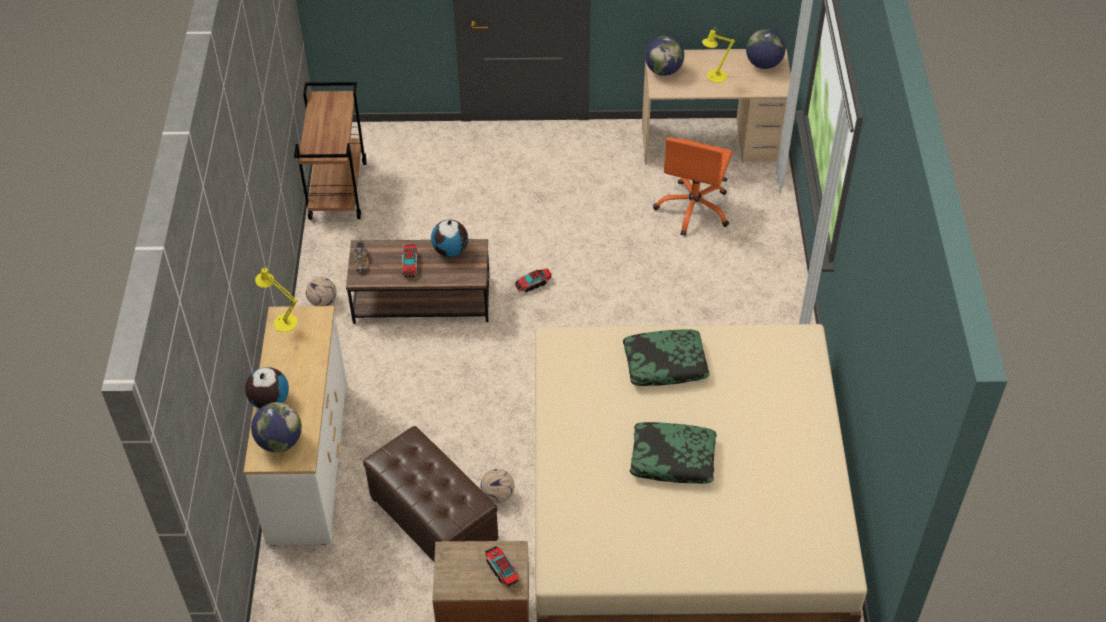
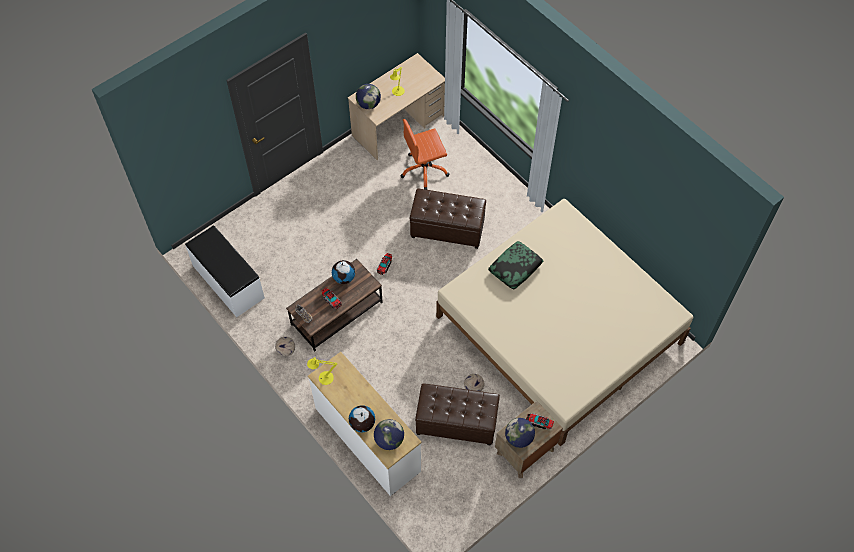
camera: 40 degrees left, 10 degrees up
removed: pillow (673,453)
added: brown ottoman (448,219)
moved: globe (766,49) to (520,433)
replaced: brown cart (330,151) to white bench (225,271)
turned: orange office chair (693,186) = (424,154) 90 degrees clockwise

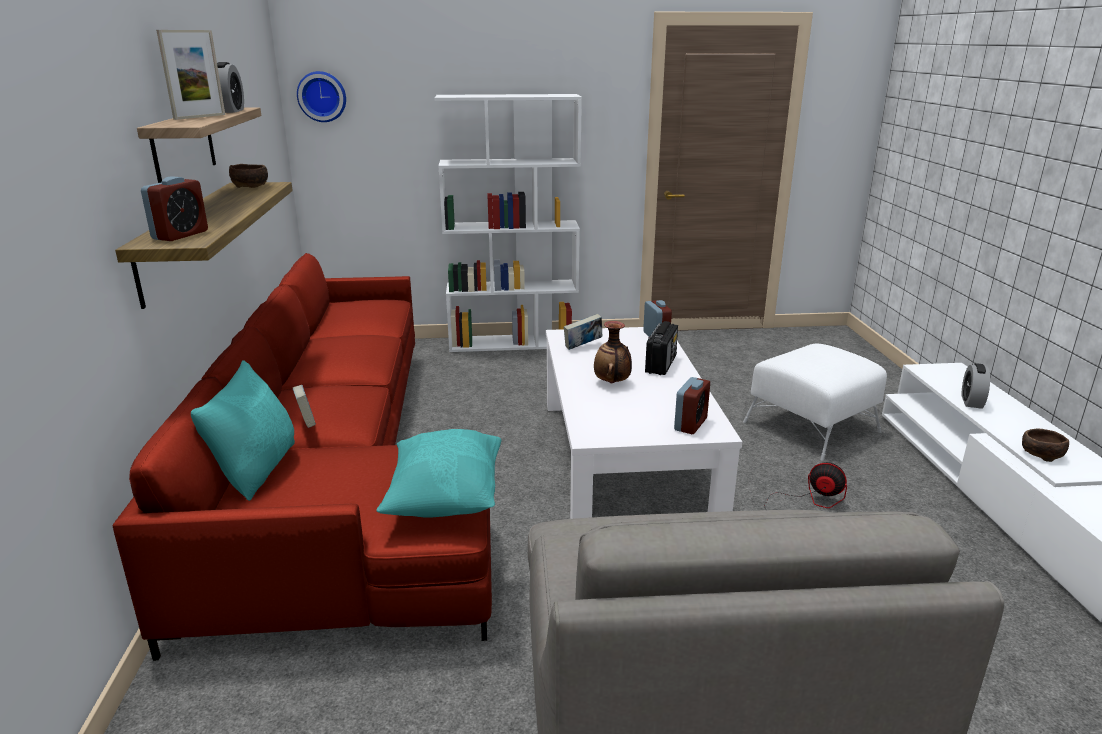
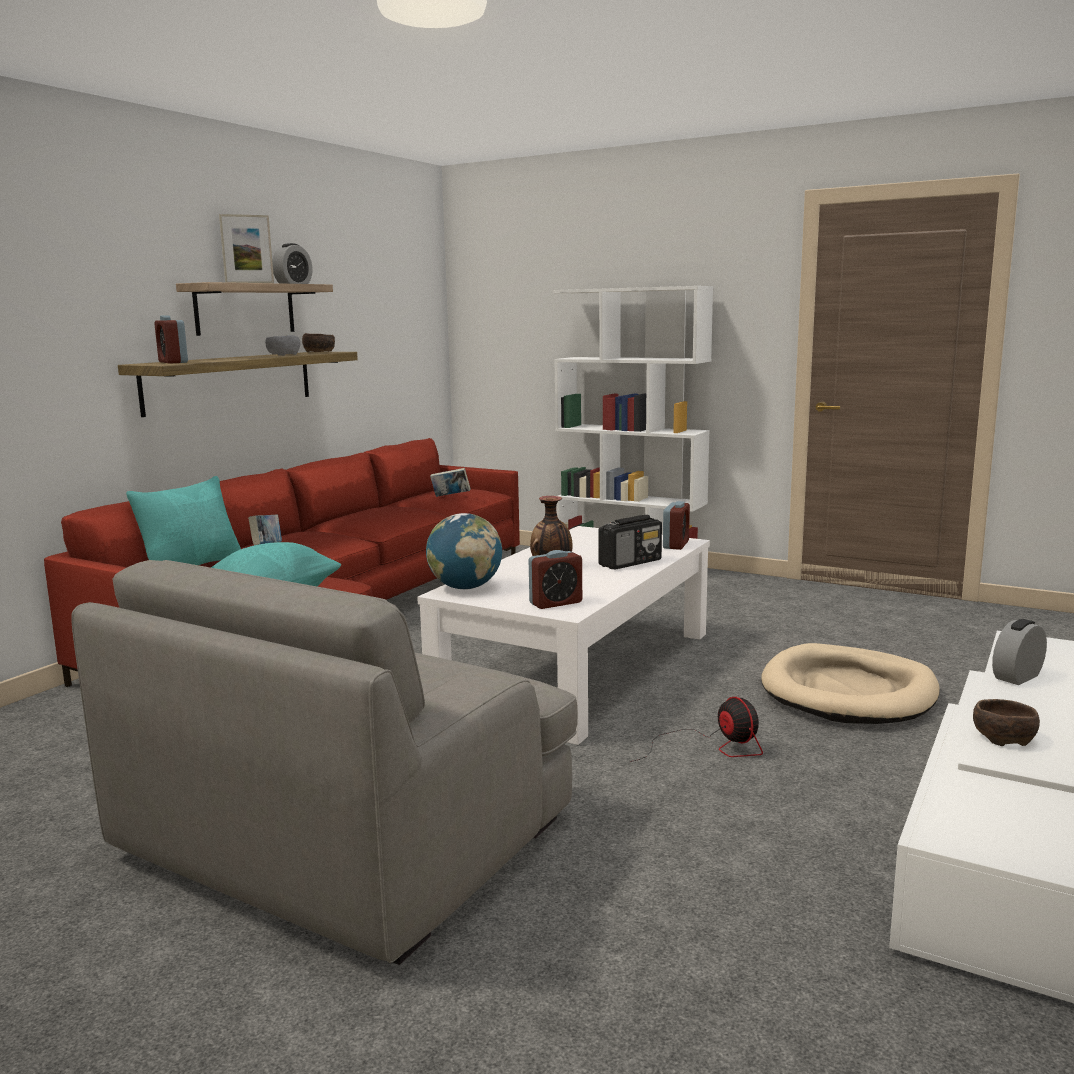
camera: 35 degrees right, 10 degrees down
removed: wall clock (321,96)
added: grey bowl (282,345); globe (464,551)
moved: book (583,332) to (450,482)
replaced: white ottoman (815,402) to beige dog bed (850,683)
turned: alarm clock (174,209) = (171,339) 90 degrees clockwise

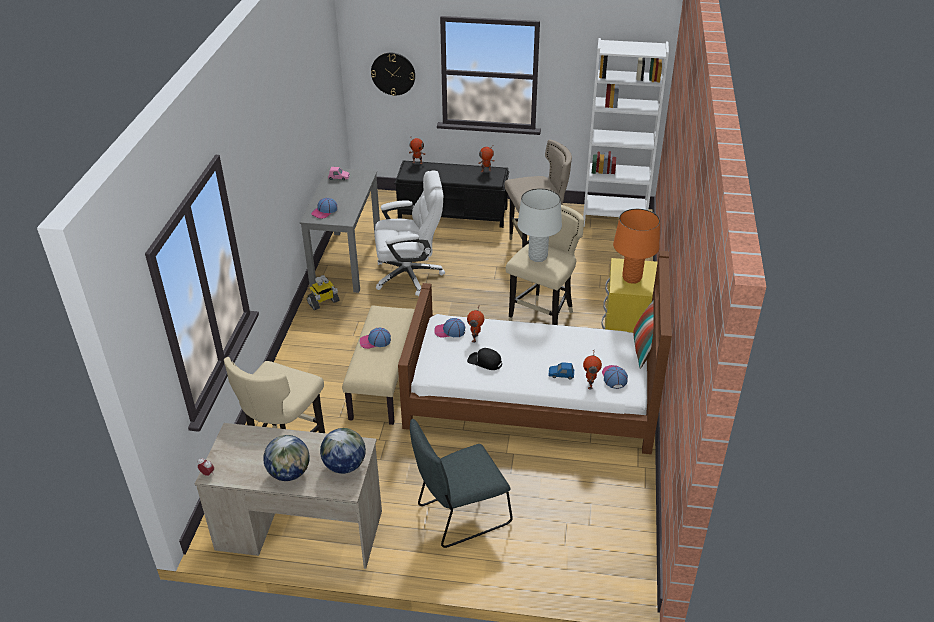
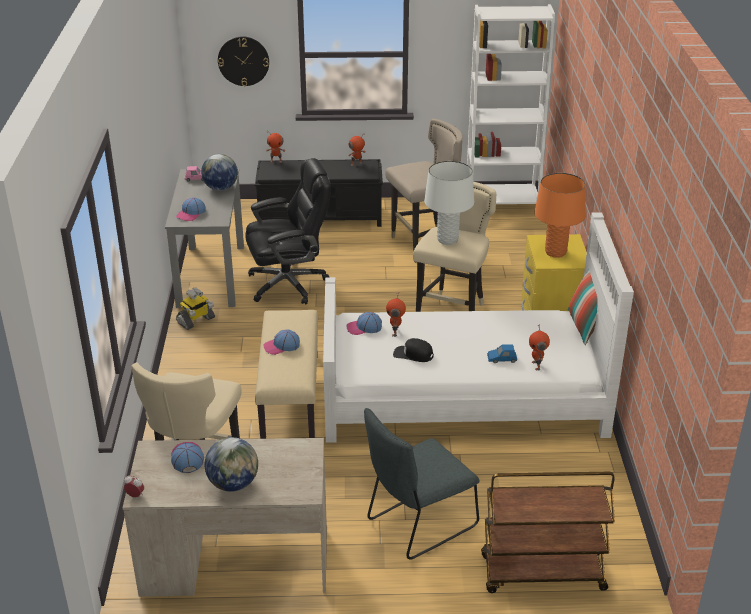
camera: 10 degrees left, 5 degrees down
added: brown cart (548,532)
moved: cap (615,377) to (187,457); globe (343,451) to (219,172)
recoloured: white office chair (409,233) to black office chair (288,231); brown bed (535,352) to white bed (478,328)

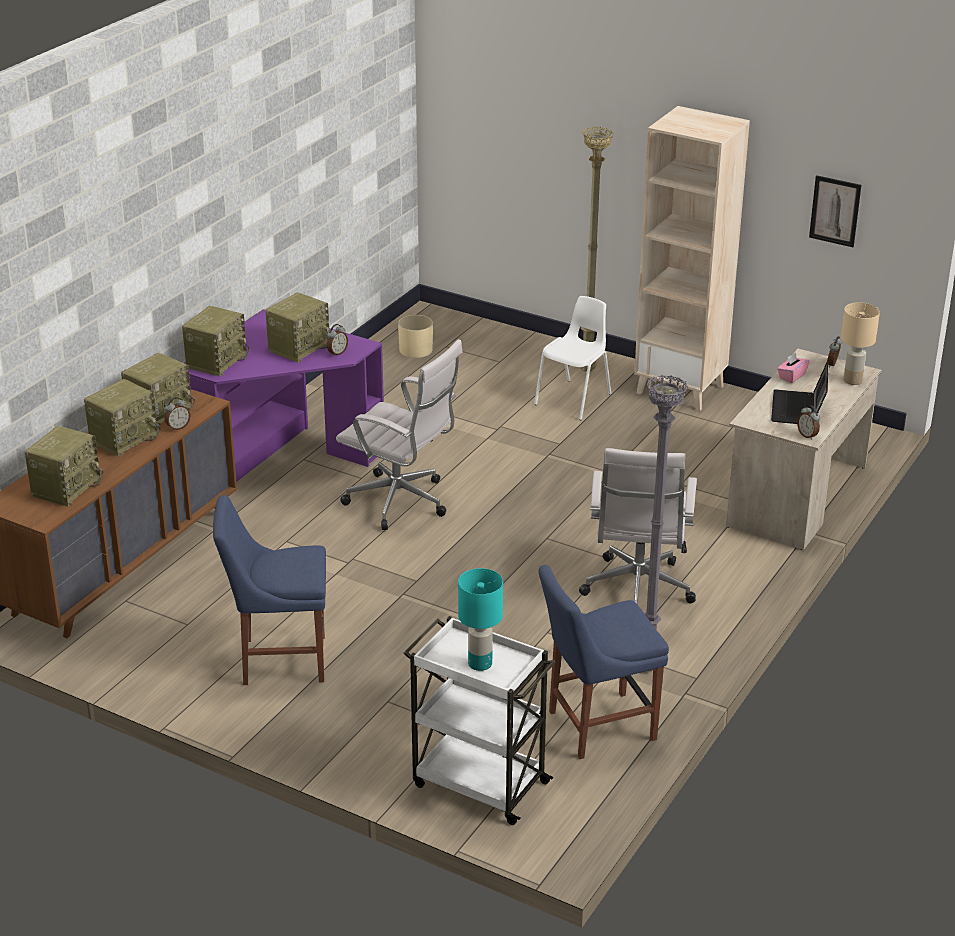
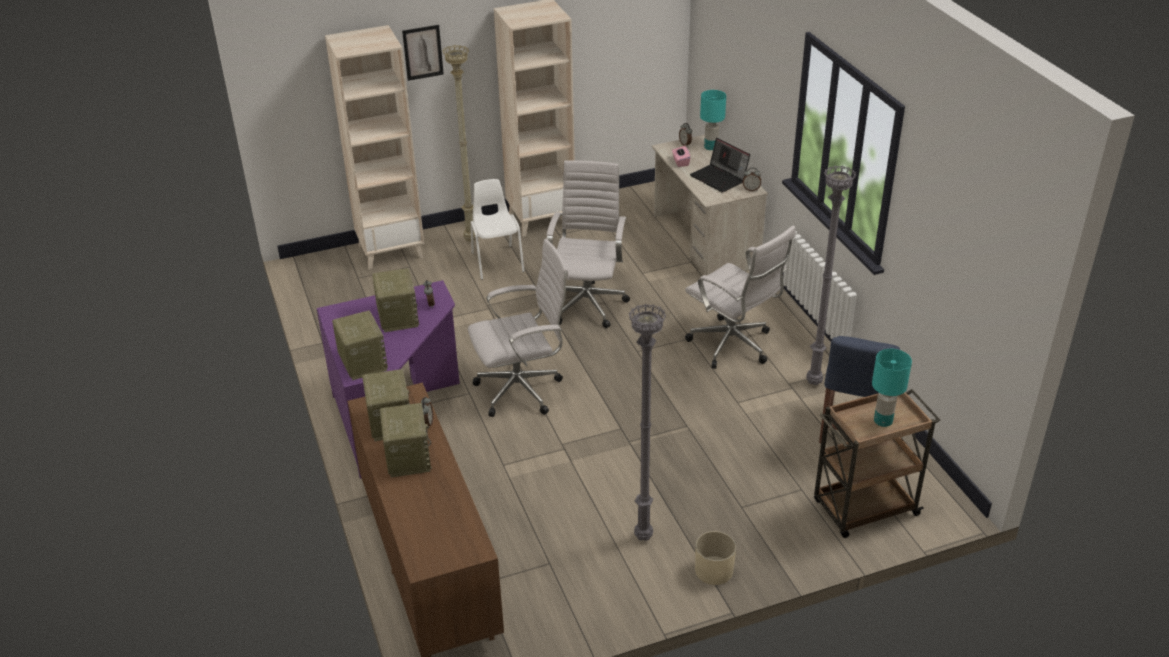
camera: 50 degrees left, 5 degrees up
removed: radio (63,466)
added: beige bookcase (374,147); white office chair (588,244)
moved: picture (835,211) to (423,53); beige planter (415,336) to (715,558)
replaced: blue chair (269,590) to grey floor lamp (647,422)
recoloured: beige table lamp (860,343) to turquoise table lamp (713,120); white cart (479,720) to brown cart (877,463)

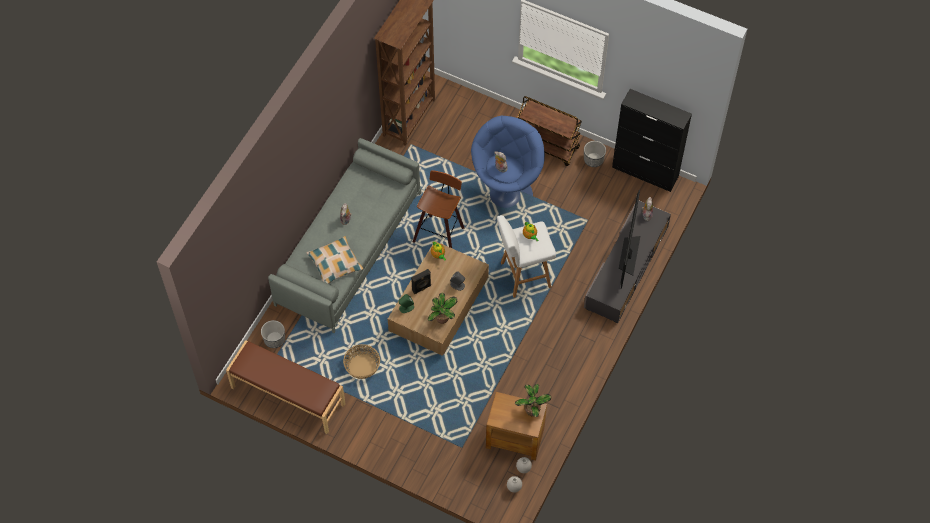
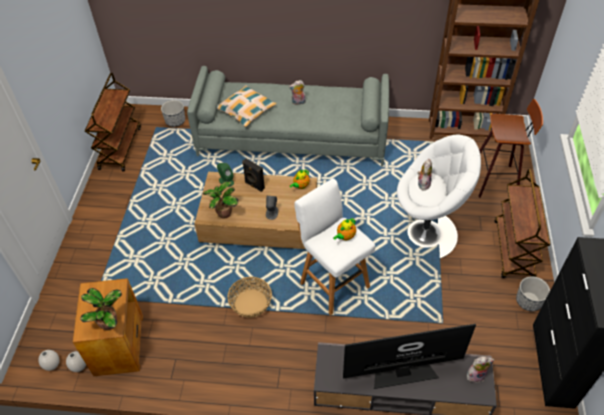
camera: 70 degrees right, 10 degrees down
moved: basket (361,361) to (249,297); stool (439,209) to (511,148)
replaced: brown bench (286,387) to brown cart (113,122)
recoloured: blue armchair (508,162) to white armchair (439,196)

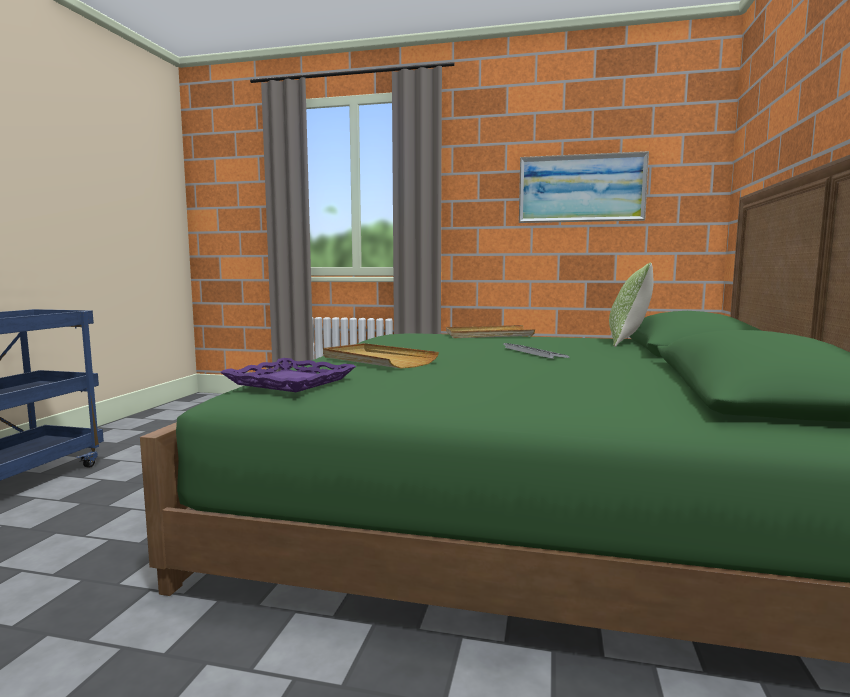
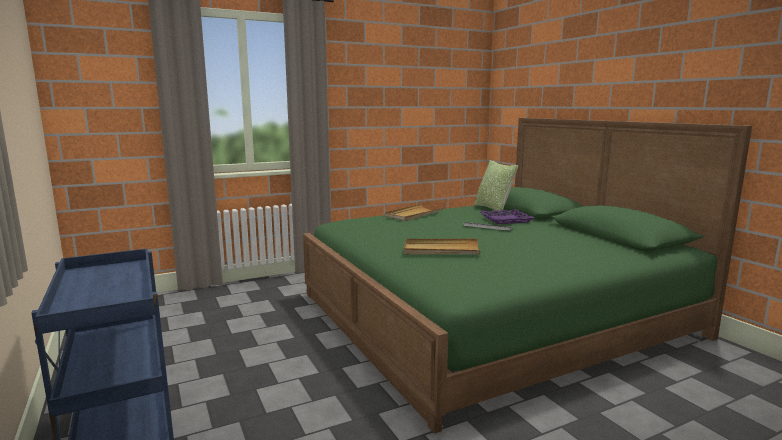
camera: 40 degrees left, 5 degrees up
removed: picture (584,187)
moved: purple tray (288,375) to (507,216)

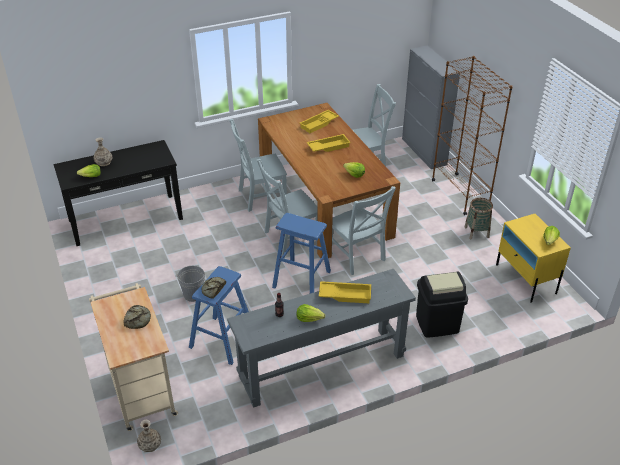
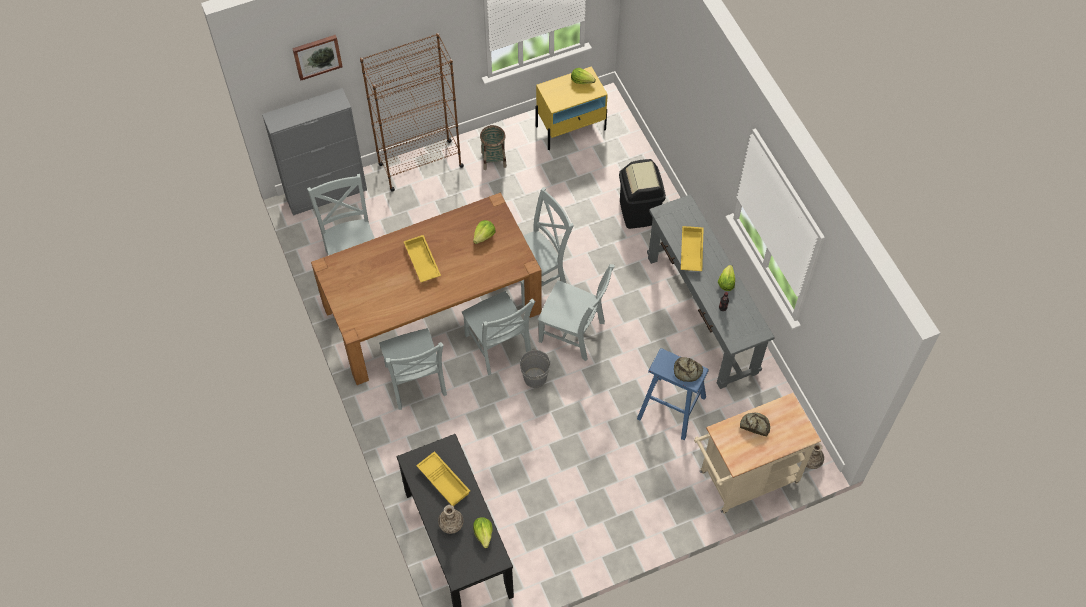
camera: 90 degrees left, 20 degrees up
added: picture (317,57)
moved: yellow tray (319,121) to (443,478); grey bucket (190,284) to (535,368)
replaced: blue stool (301,253) to grey chair (576,312)

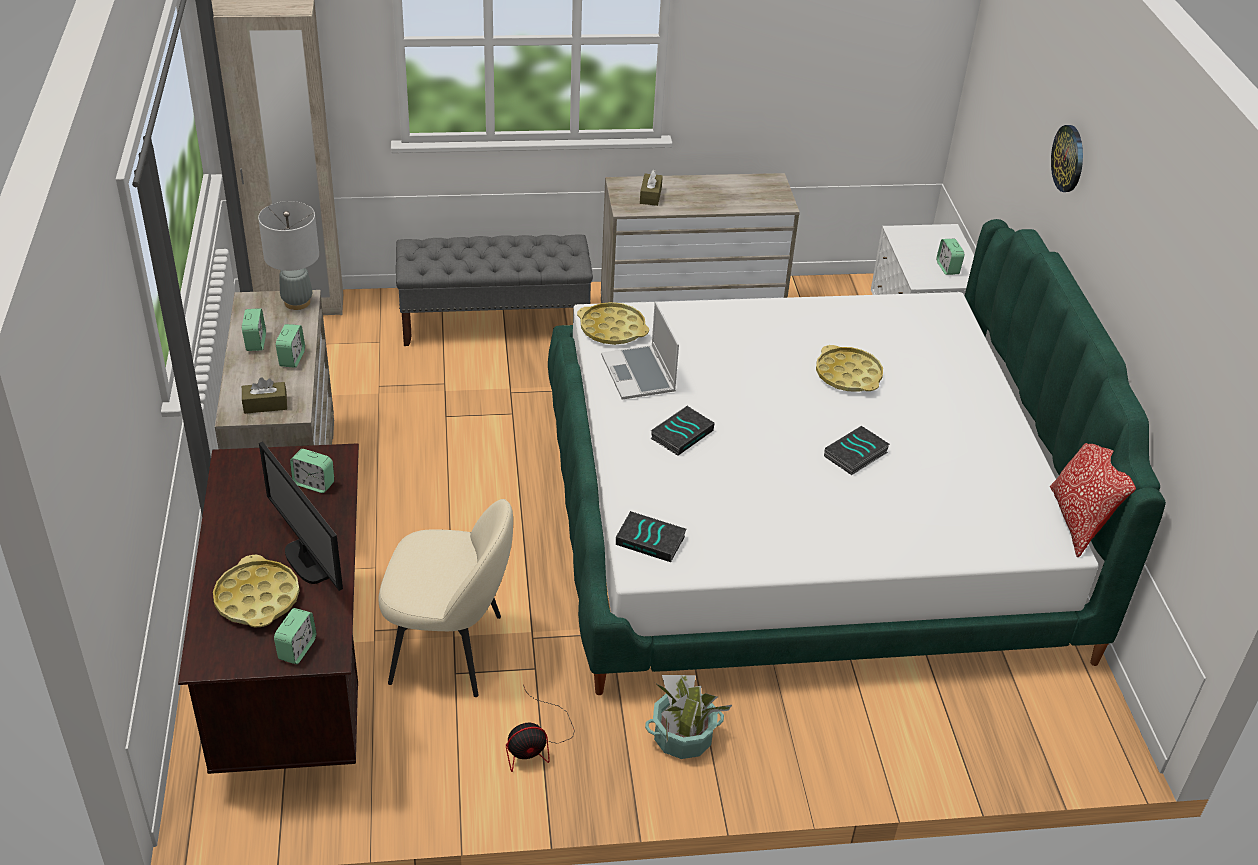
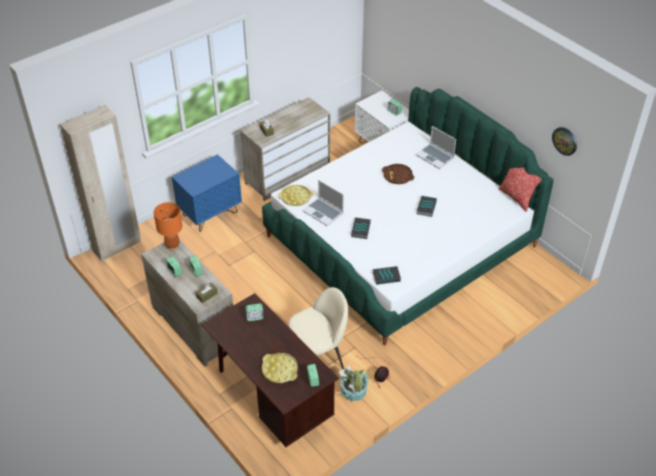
camera: 30 degrees left, 5 degrees up
removed: monitor (301,516)
added: laptop (436,147)
moved: potted plant (688,717) to (354,383); wall clock (1067,158) to (564,141)
replaced: grey bench (494,290) to blue nightstand (207,193)
recoloured: grey table lamp (288,255) to orange table lamp (168,226); yellow tray (849,368) to brown tray (398,174)

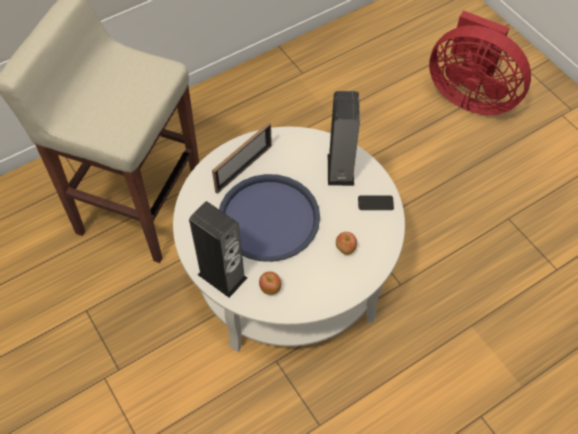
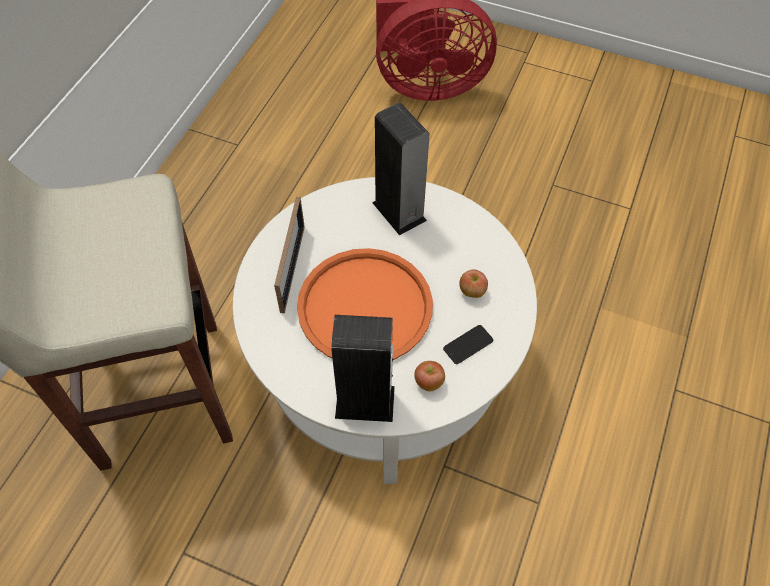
camera: 35 degrees left, 0 degrees up
moved: phone (376,203) to (468,344)
recoloured: blue tray (269,218) to orange tray (365,304)

